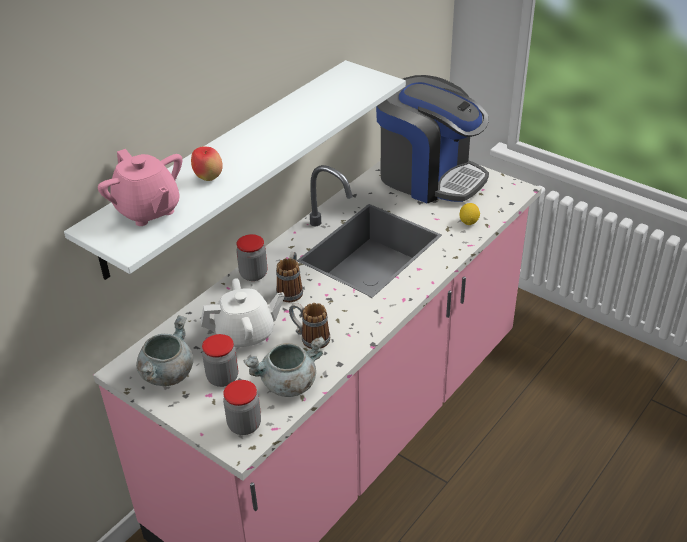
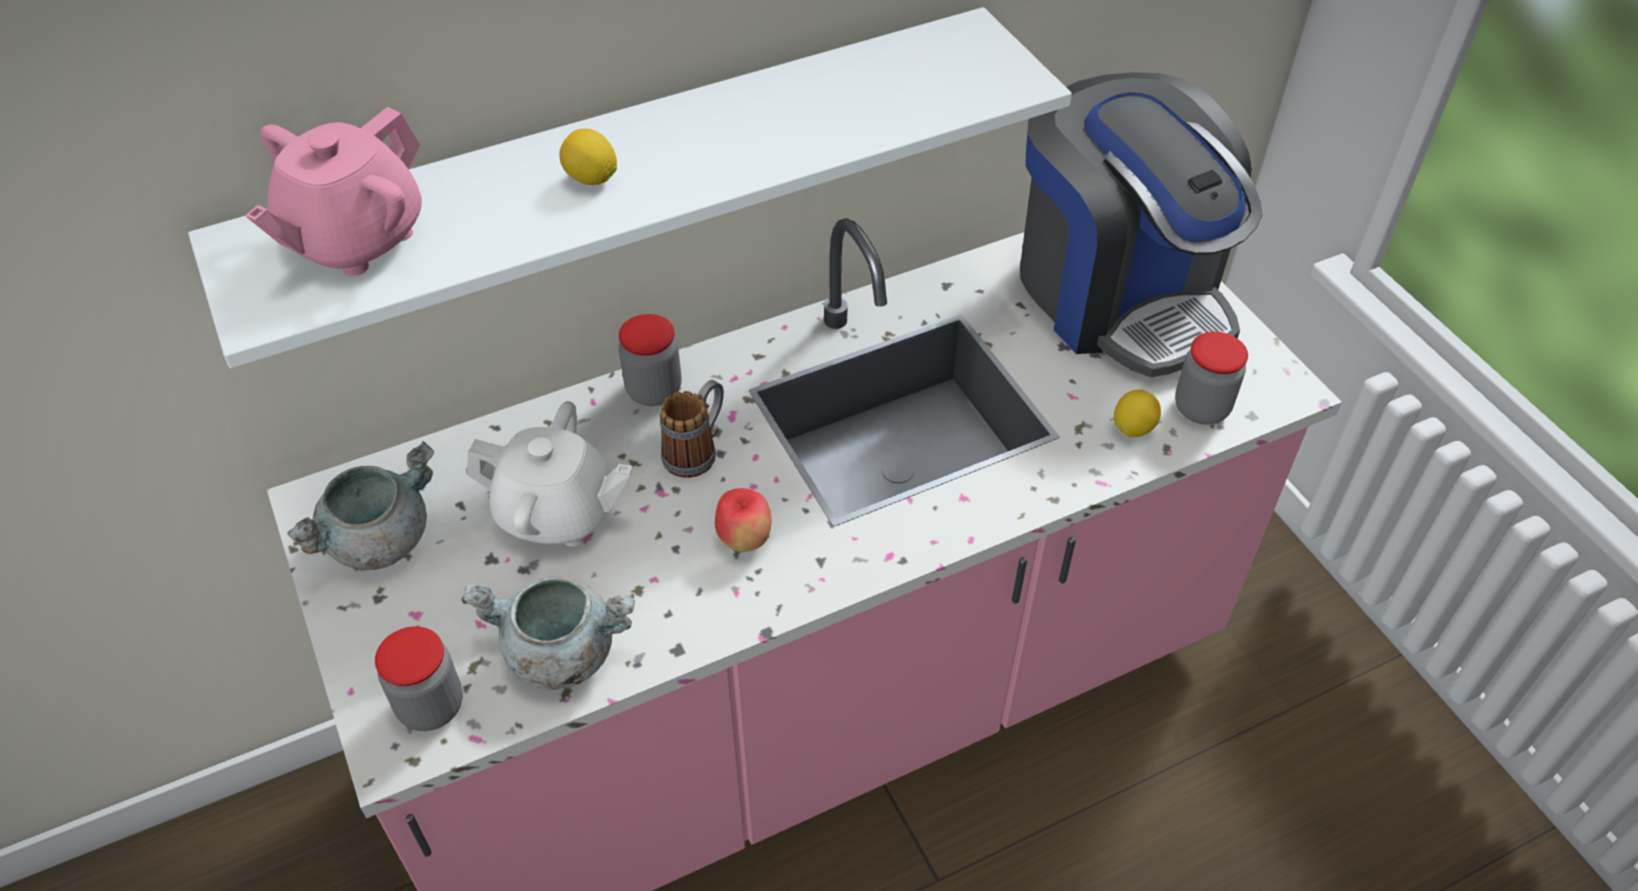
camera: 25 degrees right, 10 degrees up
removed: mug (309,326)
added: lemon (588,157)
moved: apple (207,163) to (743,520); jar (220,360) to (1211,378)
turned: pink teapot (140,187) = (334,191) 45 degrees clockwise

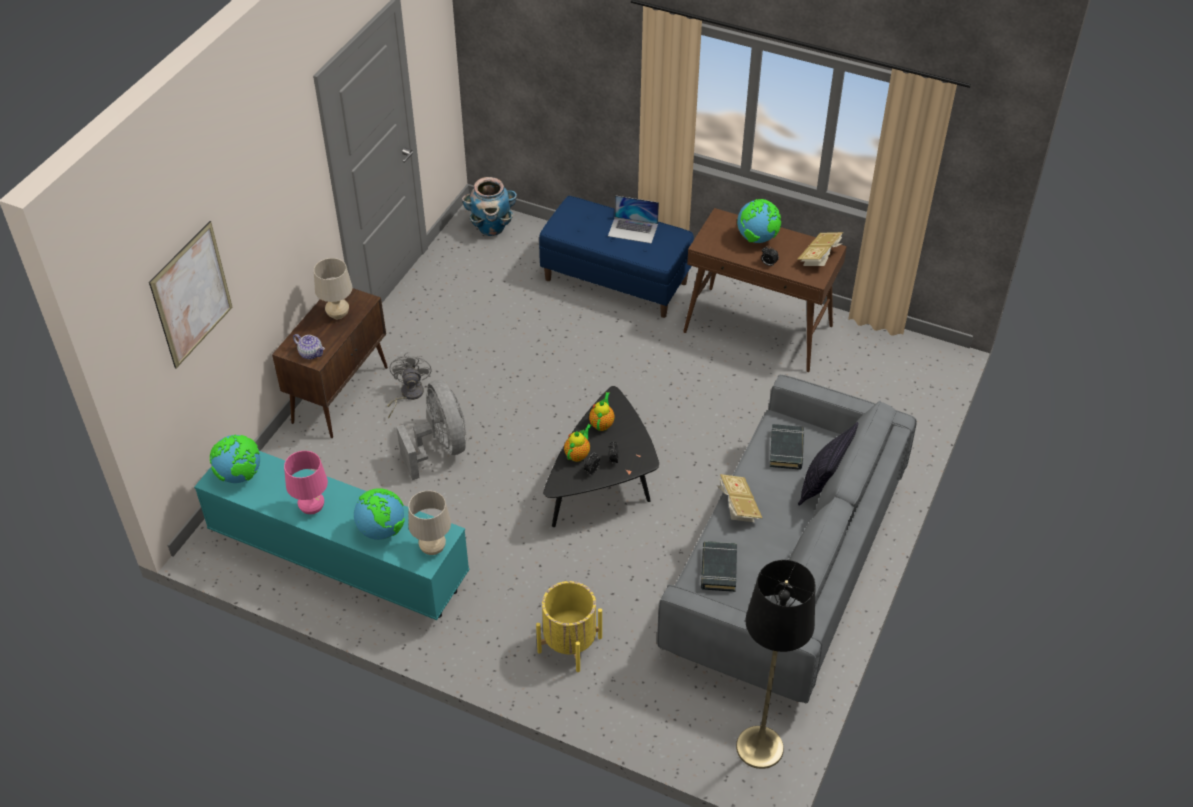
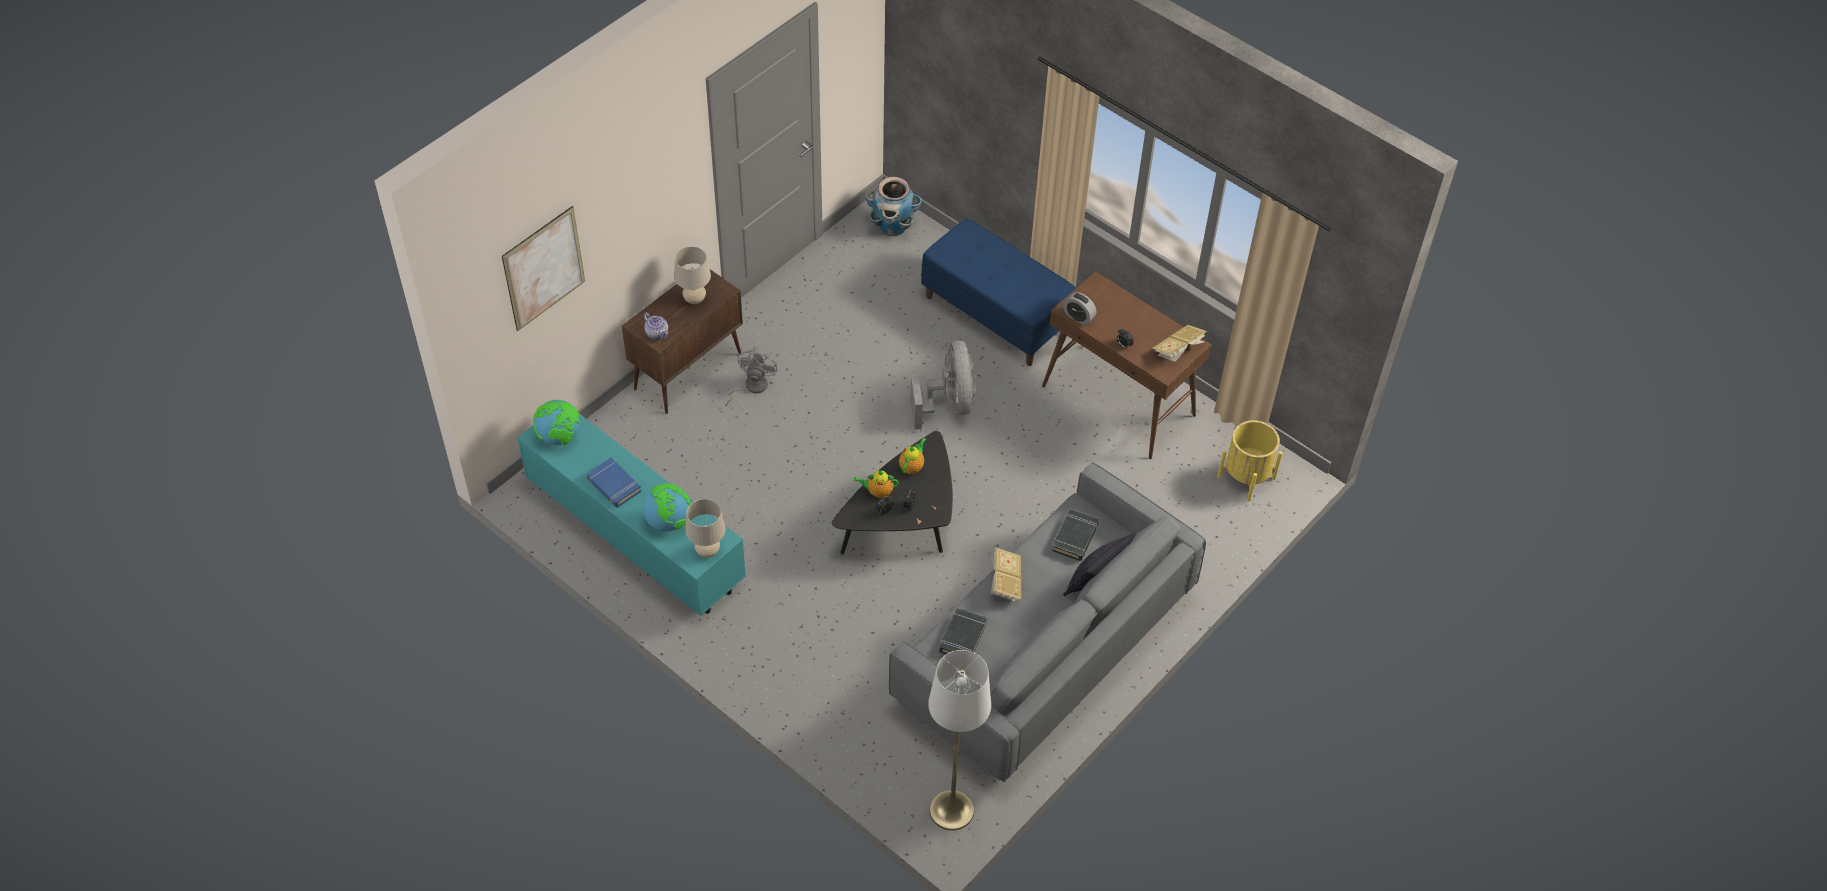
camera: 15 degrees right, 5 degrees up
removed: laptop (633,219); globe (759,221)
added: alarm clock (1079,308)
moved: grey fan (431,430) to (943,385); yellow planter (569,626) to (1250,460)
replaced: pink table lamp (306,482) to blue book (614,483)
recoloured: black floor lamp (775,664) to white floor lamp (959,740)
turned: teapot (578,443) = (876,484) 135 degrees counterclockwise

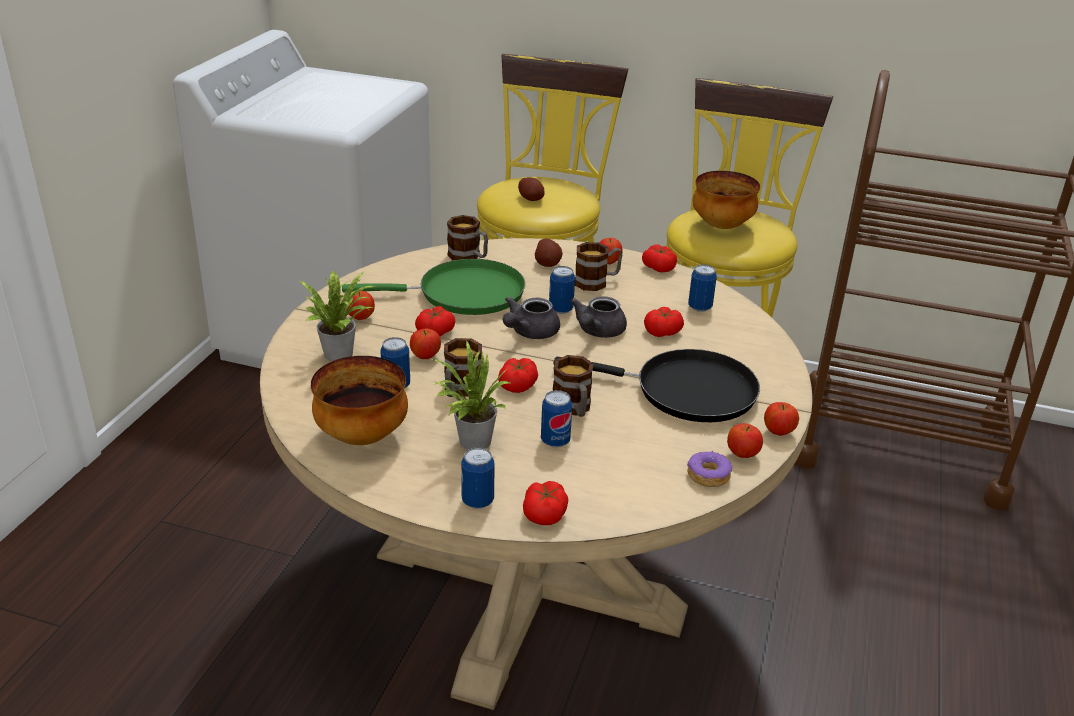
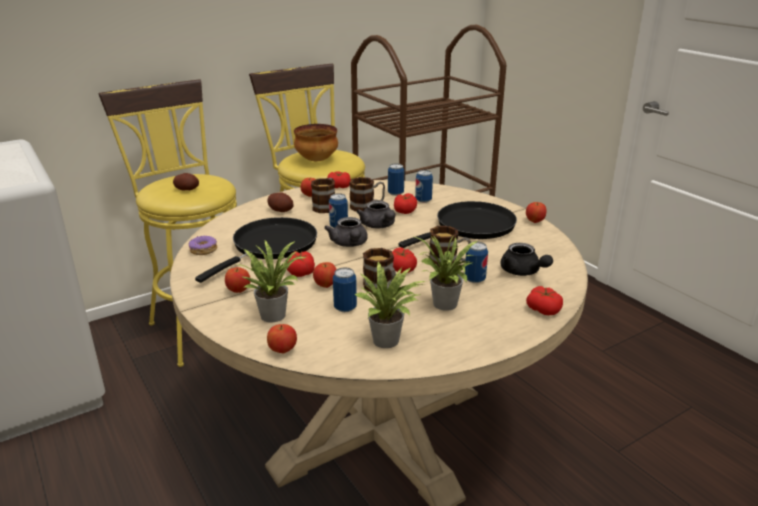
camera: 50 degrees left, 5 degrees down
added: black teapot (526,259)
moved: donut (709,468) to (203,245); apple (745,440) to (282,338); mug (467,237) to (367,194); can (478,478) to (424,186)
replaced: bowl (359,400) to potted plant (390,305)
recoloured: green frying pan (433,287) to black frying pan (256,250)

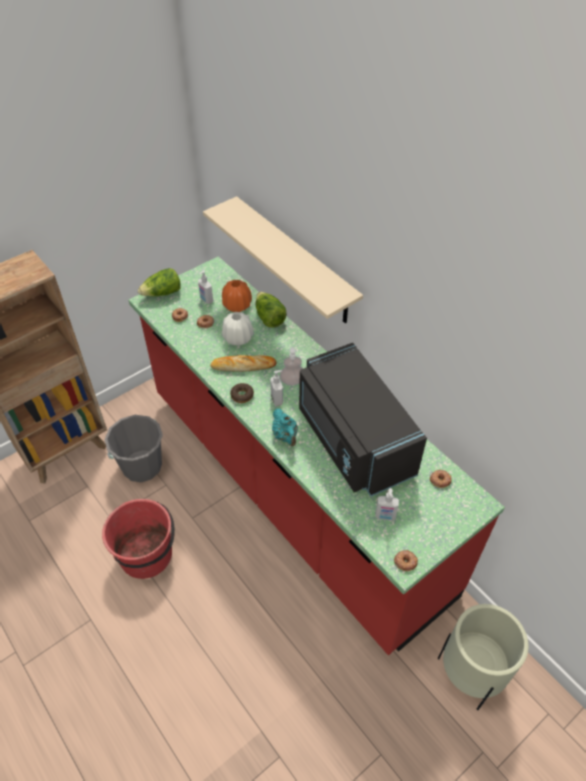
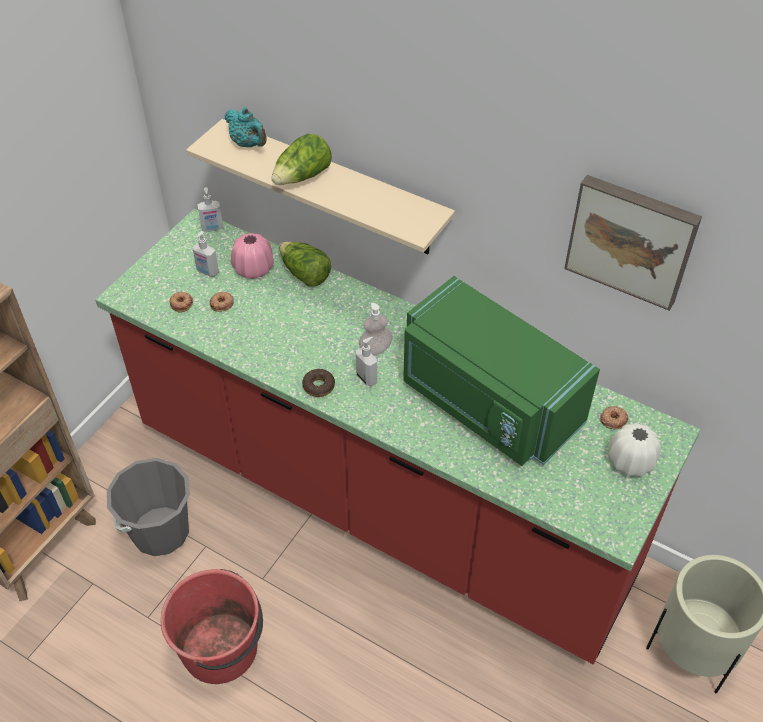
camera: 20 degrees left, 0 degrees up
removed: bread (243,363); donut (406,560)
added: picture (633,243)
moved: soap dispenser (387,504) to (210,209); turquoise teapot (285,427) to (246,127); lettuce (159,282) to (301,159); white vase (237,329) to (634,450)
recoloured: orange vase (237,296) to pink vase (252,256); black microwave (363,419) to green microwave (501,371)

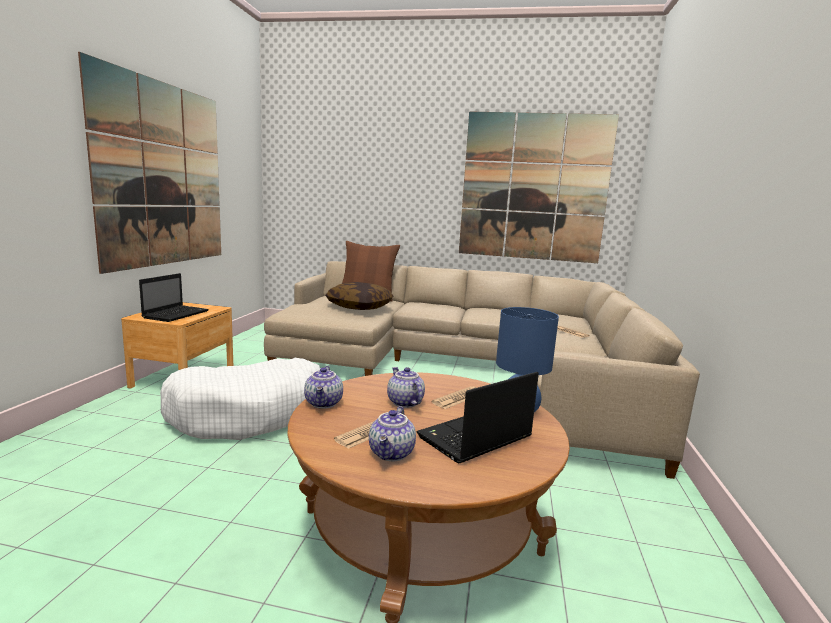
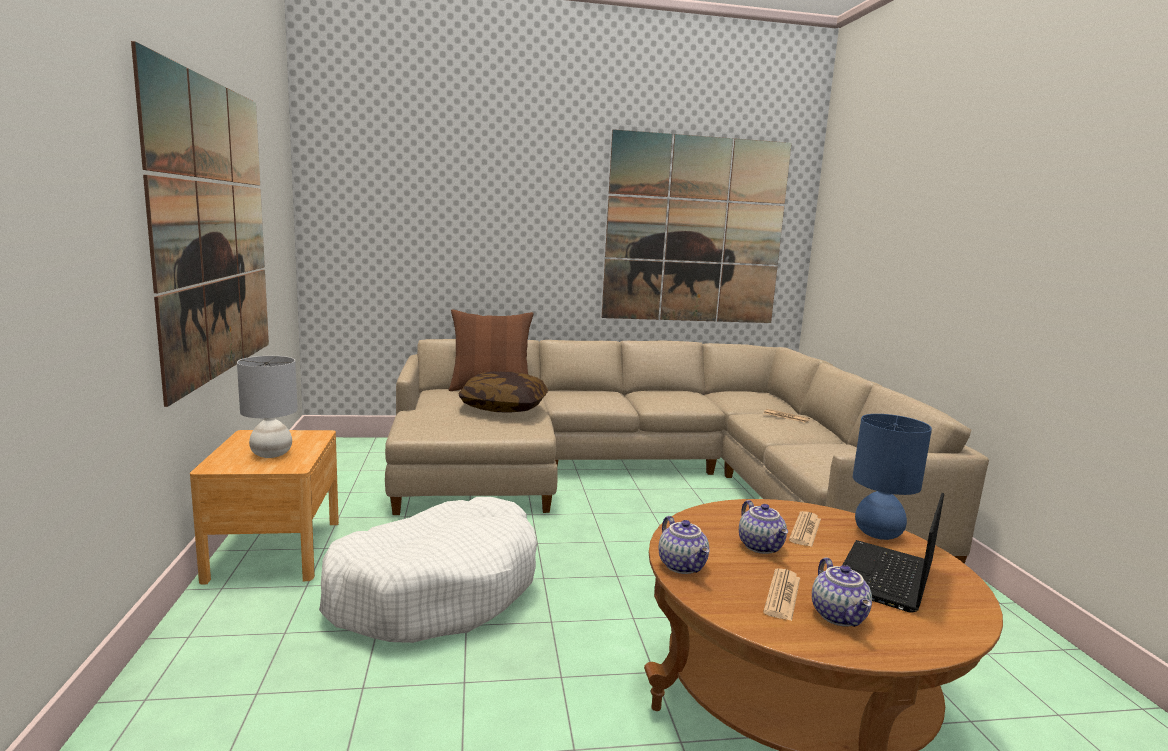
camera: 20 degrees left, 0 degrees up
replaced: laptop (174,297) to grey table lamp (267,407)
turned: teapot (406,387) = (763,527) 150 degrees counterclockwise

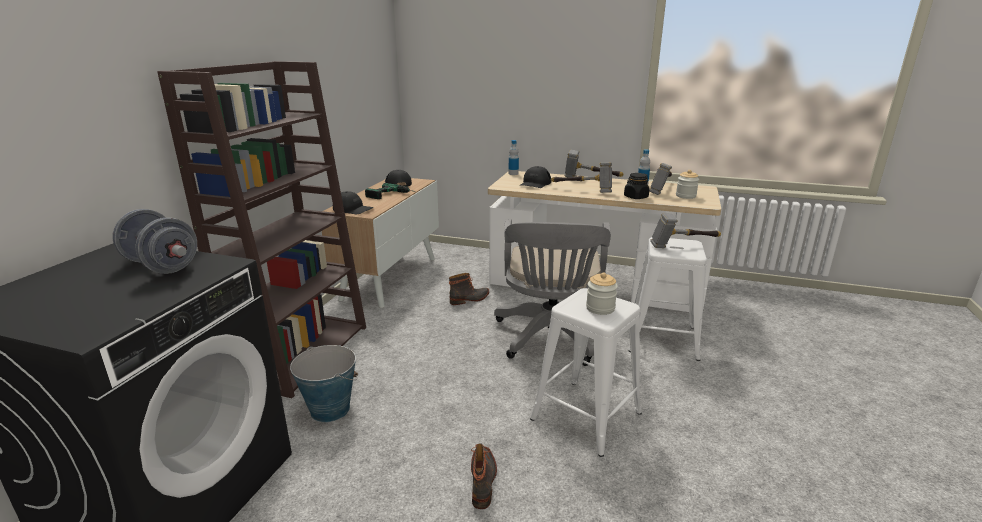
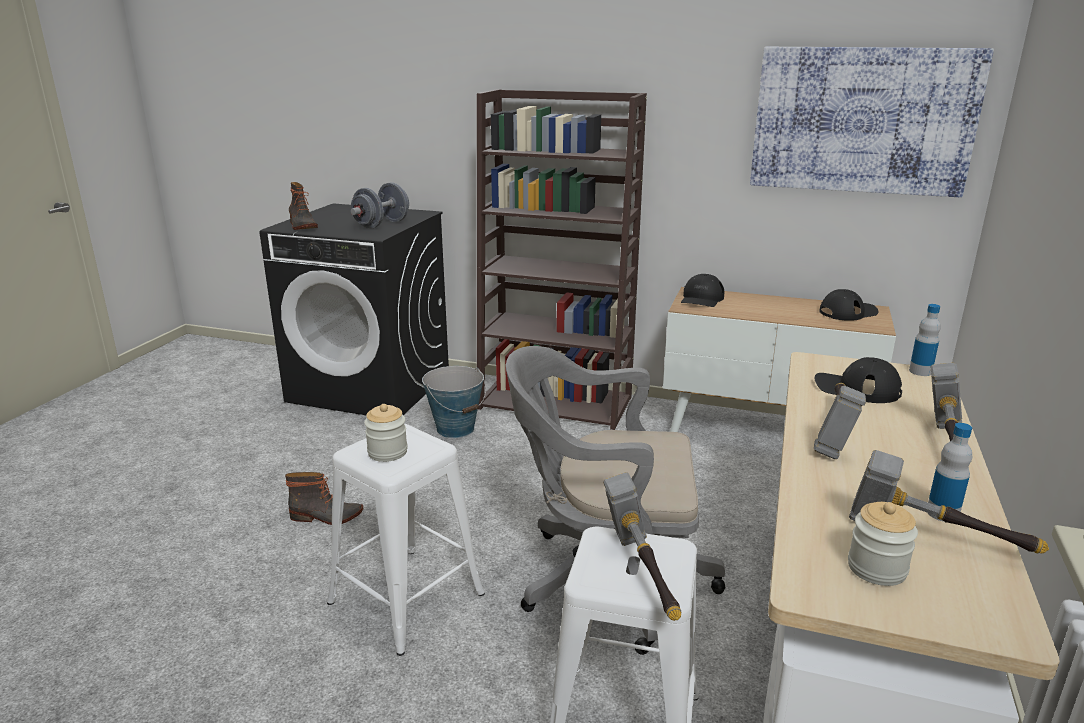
camera: 90 degrees right, 0 degrees up
removed: power drill (390,191); black jar (636,186)
added: picture (872,122)
moved: boot (469,289) to (303,206)

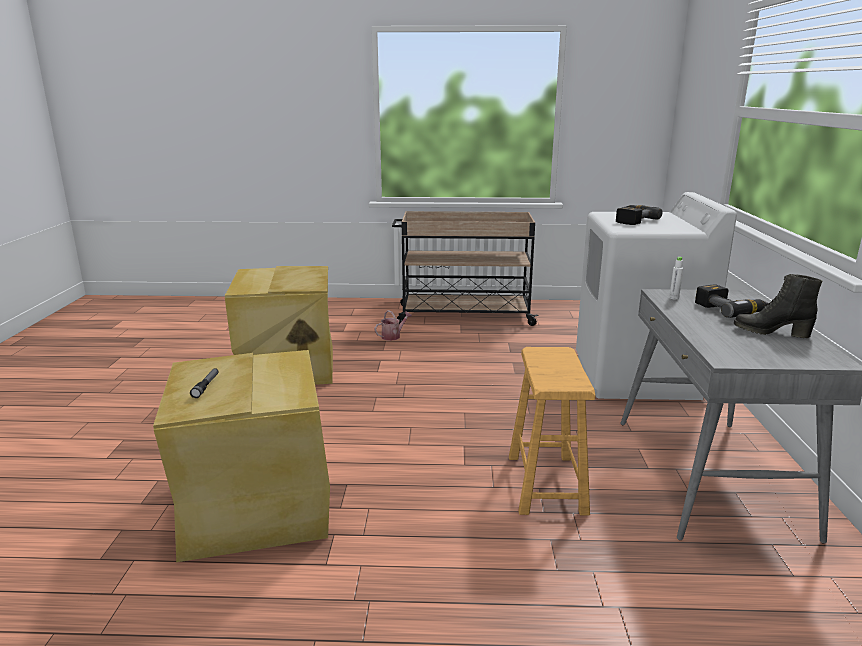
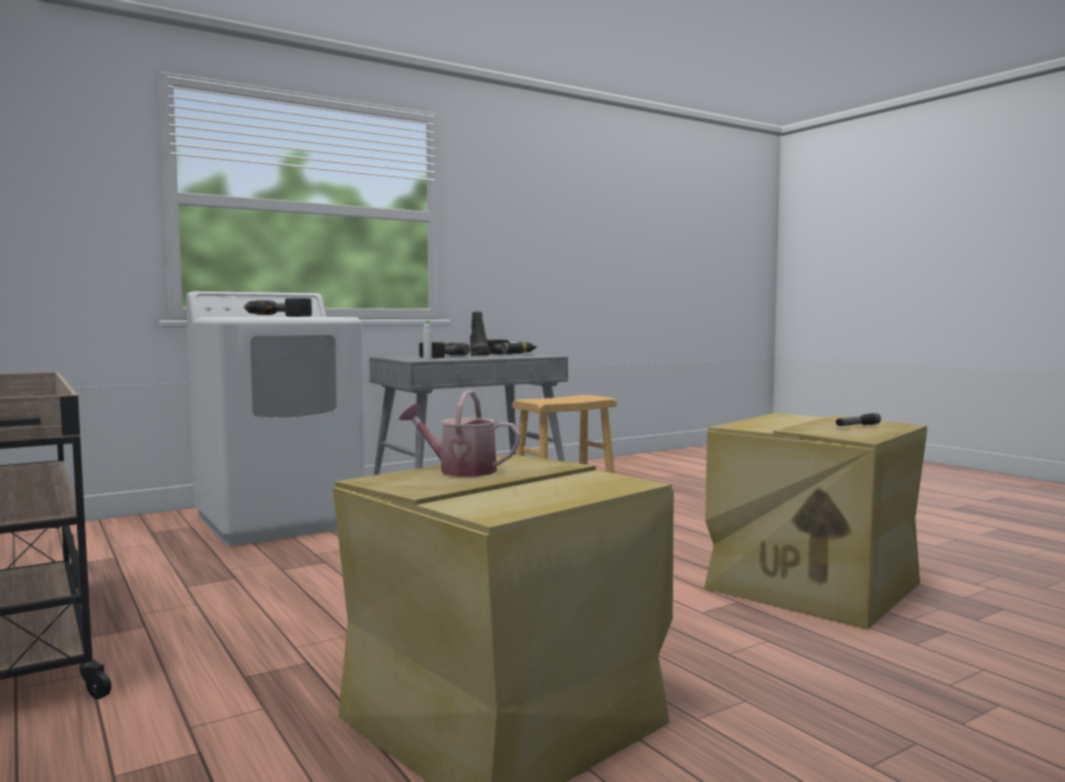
camera: 125 degrees left, 15 degrees down
added: power drill (512,347)
moved: watering can (393,325) to (460,433)

